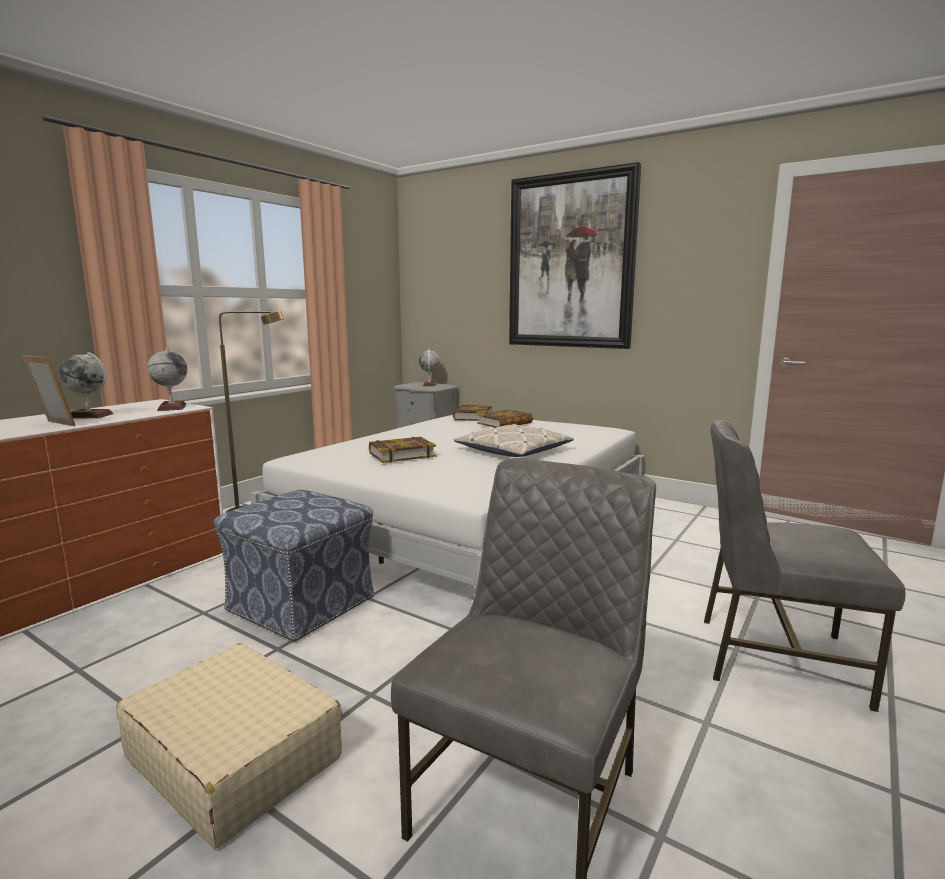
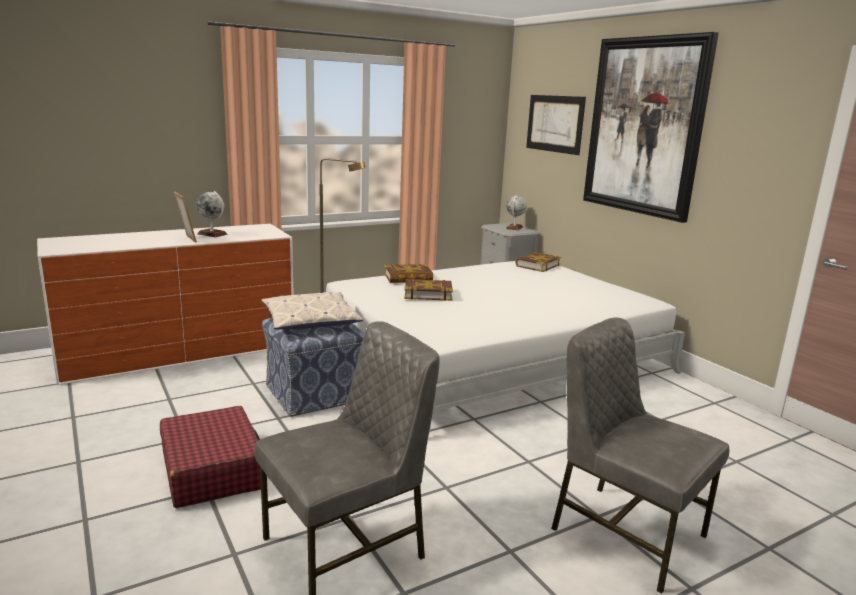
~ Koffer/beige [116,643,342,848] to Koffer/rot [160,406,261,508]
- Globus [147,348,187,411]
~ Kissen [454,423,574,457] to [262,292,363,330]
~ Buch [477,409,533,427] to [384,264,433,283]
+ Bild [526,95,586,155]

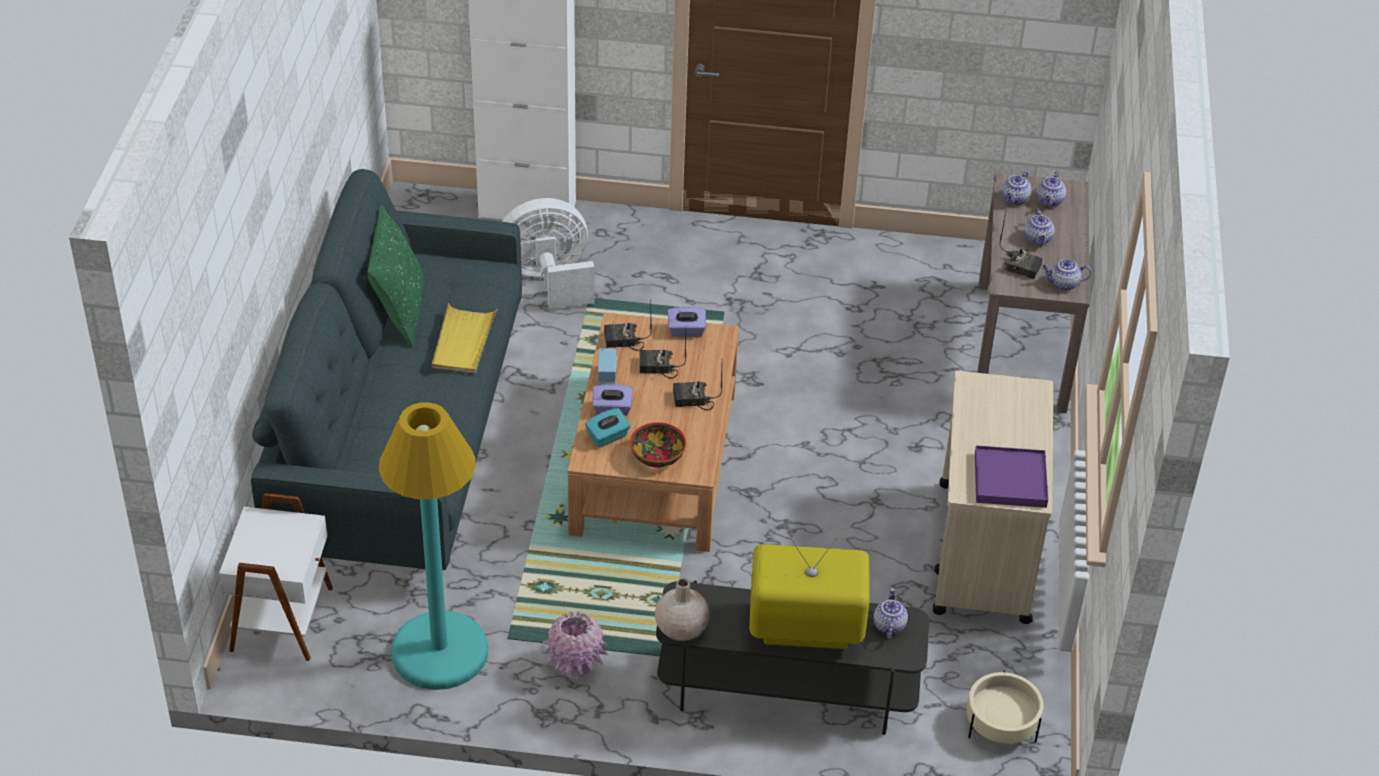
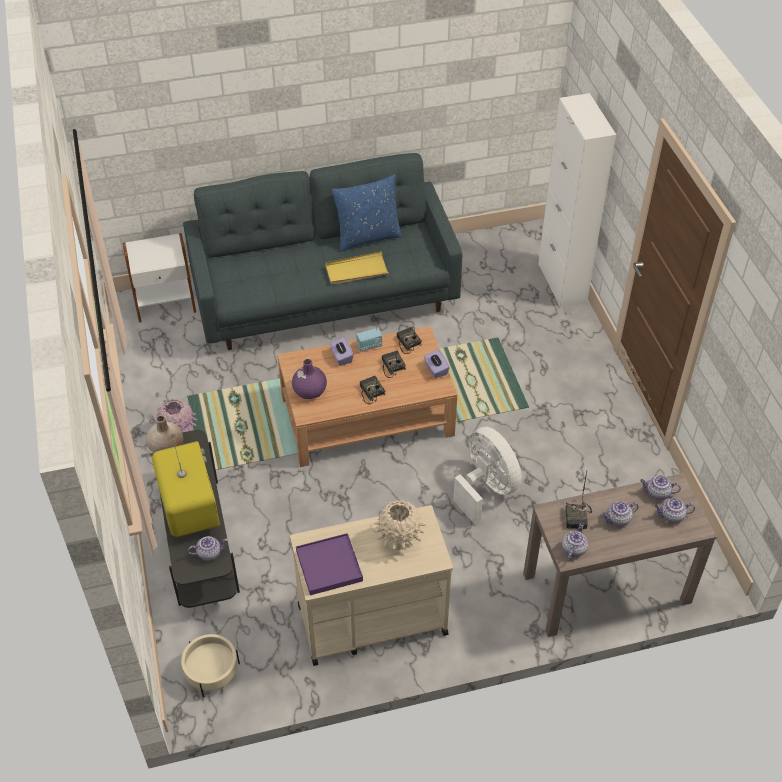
~ Kissen/grün [368,205,424,346] to Kissen/blau [332,174,403,252]
- Stehlampe/türkis [379,402,488,690]
~ Ventilator/weiß [502,198,595,309] to [453,427,522,524]
- Taschentuchbox/türkis [585,408,630,447]
~ Schüssel [630,422,686,468] to Vase/lila [292,359,327,399]
~ Teekanne [1042,259,1092,291] = [562,523,588,561] 45 degrees clockwise
+ Vase/beige [374,500,426,550]

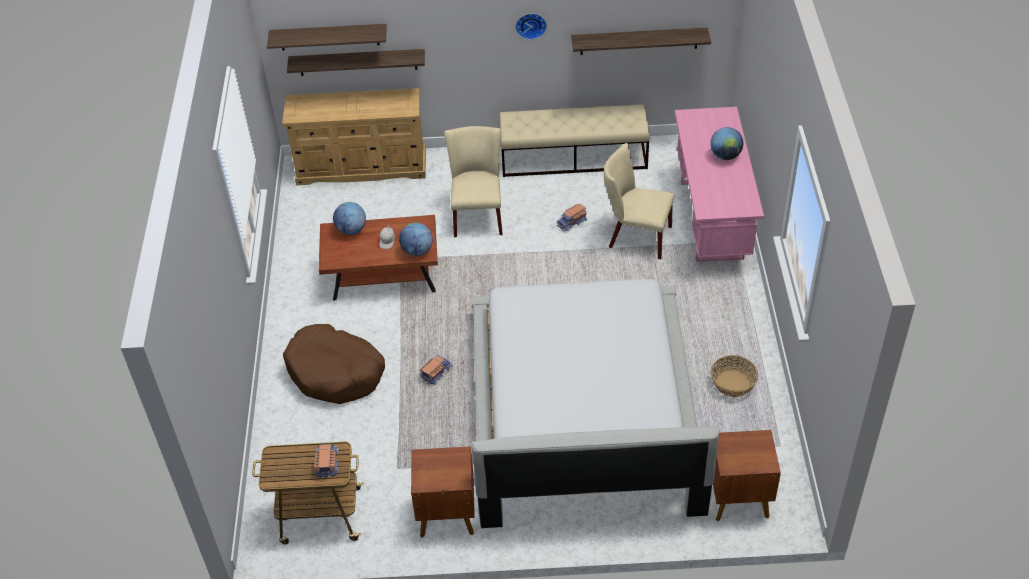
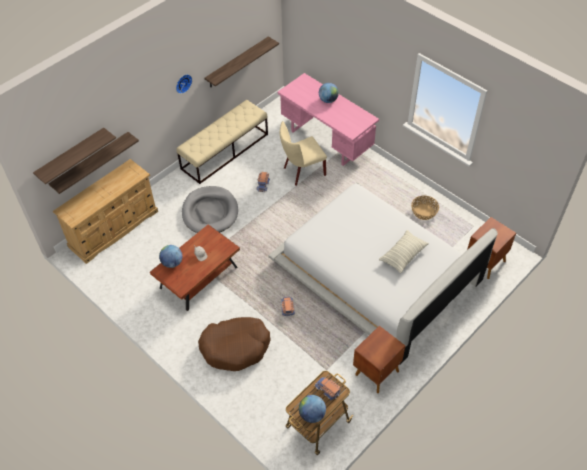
~ Globus [399,223,433,256] to [299,395,326,423]
~ Stuhl/beige [444,126,503,237] to Hundebett/grau [182,186,238,233]
+ Kissen [379,230,429,273]

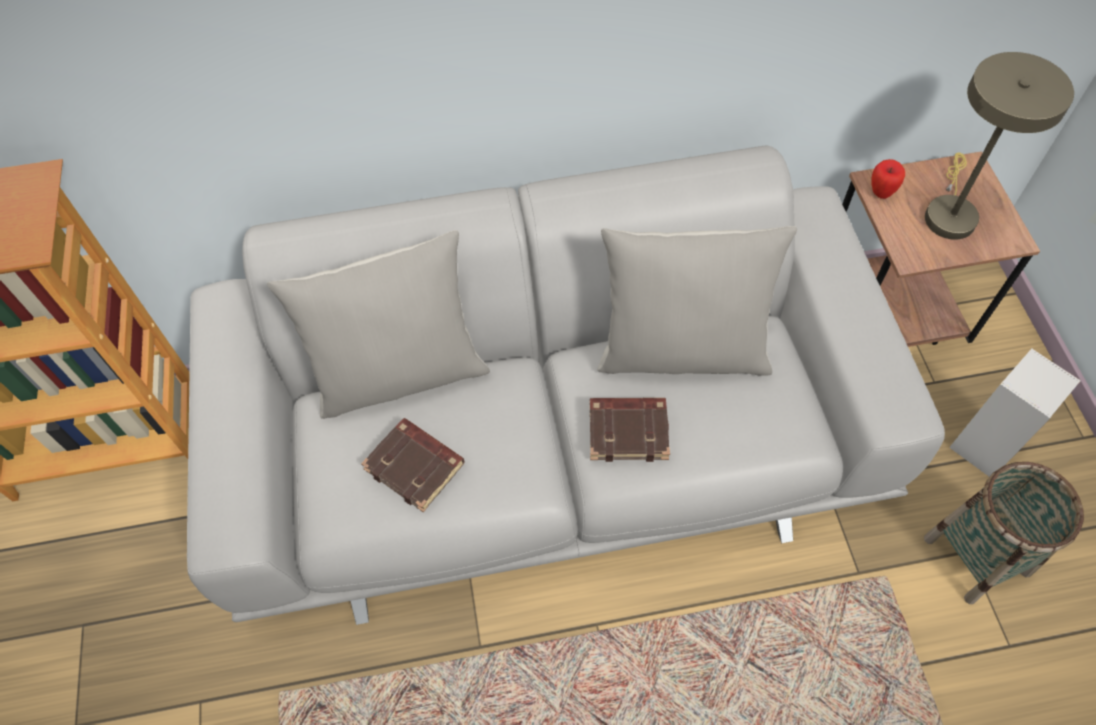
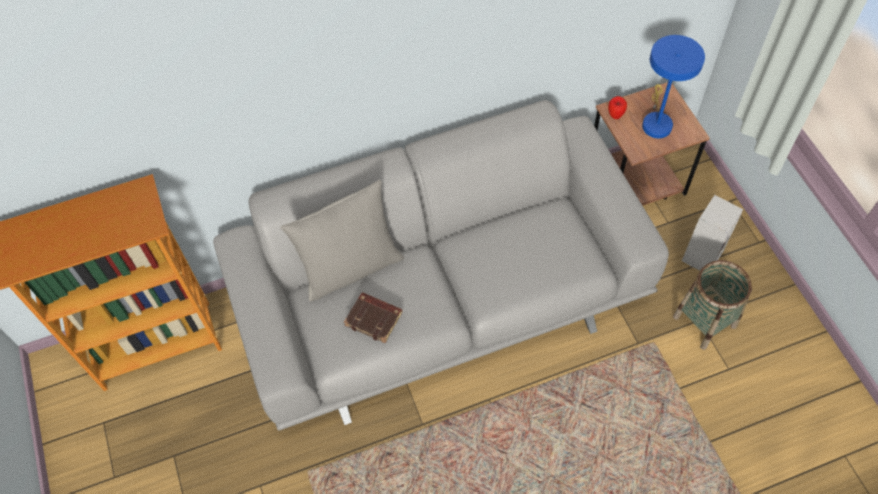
- Buch/braun [590,398,670,462]
- Kissen/grau [597,226,797,376]
~ Tischlampe/beige [925,52,1074,240] to Tischlampe/blau [642,35,705,138]

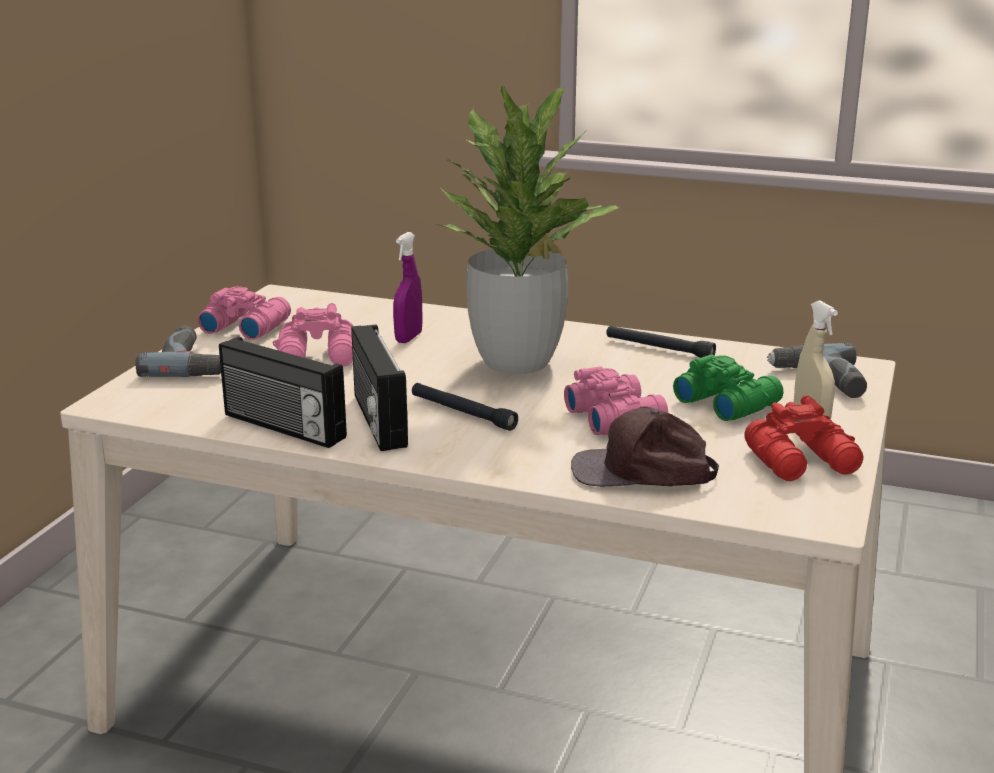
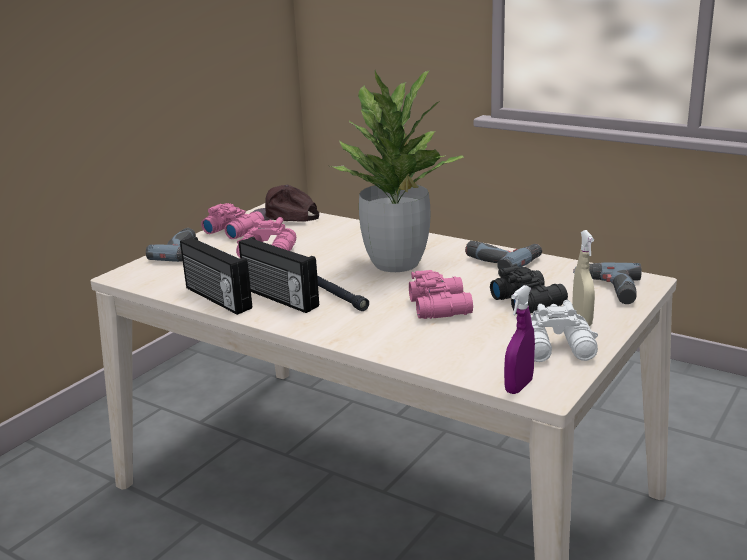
~ Radio [351,324,408,451] = [239,237,319,313] 45 degrees counterclockwise
~ Sprühflasche/lila [393,232,423,343] to [504,285,535,394]
~ Kappe/braun [571,406,719,487] to [253,184,319,222]
~ Taschenlampe/schwarz [606,326,716,358] to Bohrmaschine [465,241,542,270]
~ Fernglas/grün [673,354,784,421] to Fernglas/schwarz [490,266,568,314]
~ Fernglas/rot [744,395,863,481] to Fernglas/weiß [531,300,598,362]

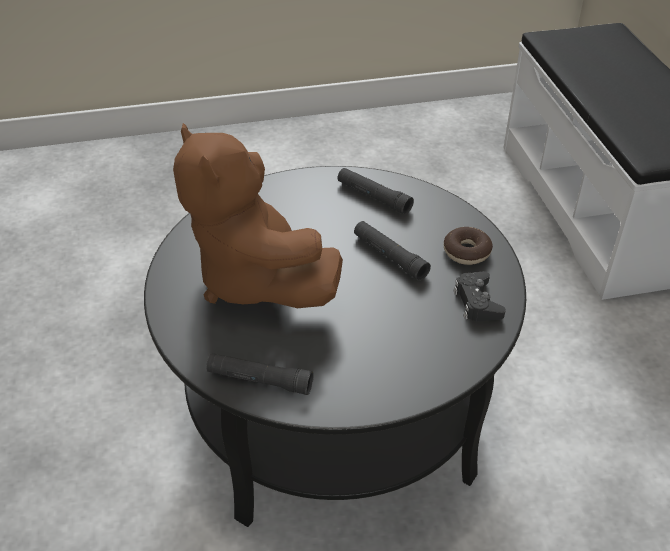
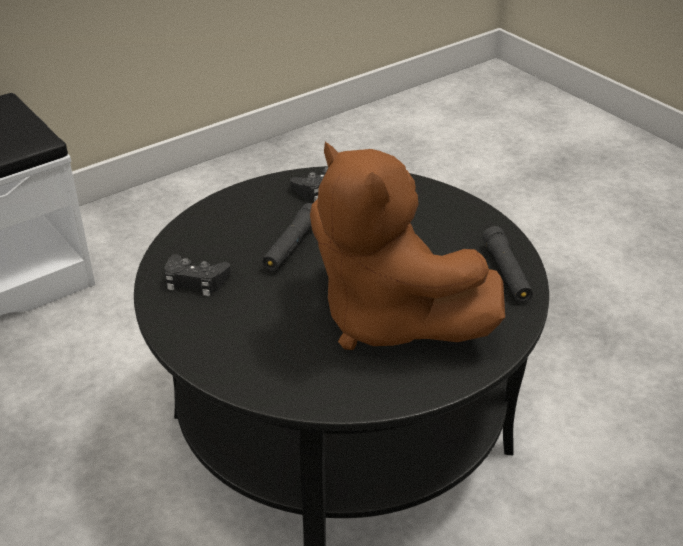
~ Plüschtier/braun [173,123,343,308] = [310,142,505,350] 105 degrees clockwise
~ Taschenlampe/schwarz [338,168,414,215] to Gamepad/schwarz [164,254,231,296]
- Donut [444,227,493,265]

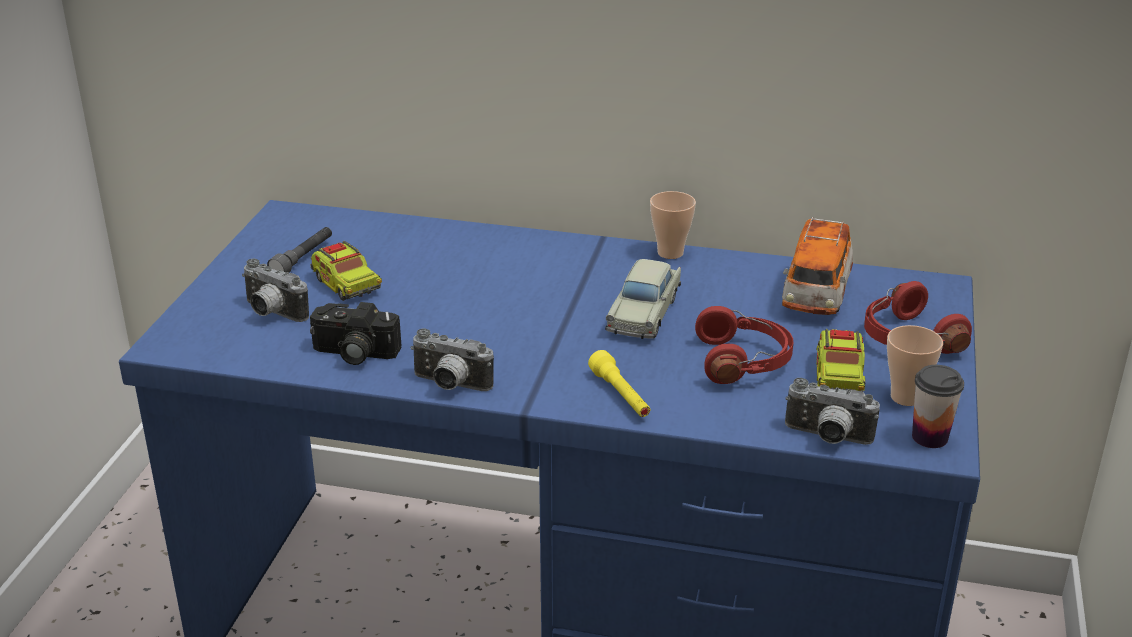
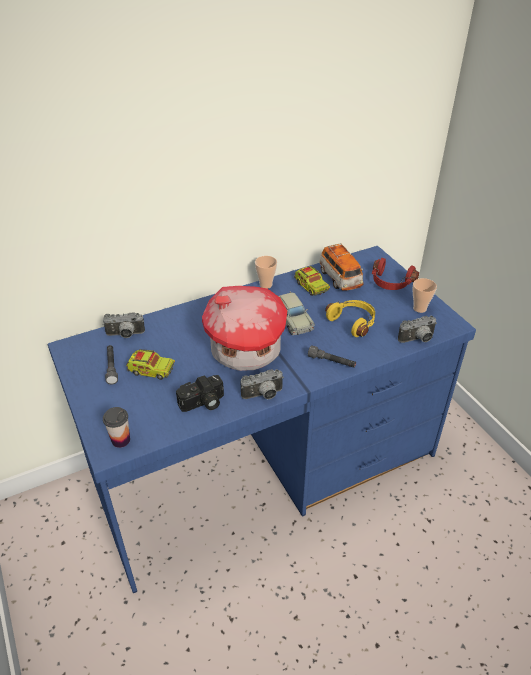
~ Kamera [242,258,309,322] to [103,312,145,338]
~ Taschenlampe/gelb [588,350,650,417] to Taschenlampe/grau [308,345,356,368]
~ Kopfhörer/rot [695,306,793,384] to Kopfhörer/gelb [325,300,375,337]
~ Spielzeuglaster [816,329,865,392] to [294,266,330,296]
~ Tasse [912,365,964,448] to [103,407,130,448]
+ Spielzeughaus [202,286,287,371]

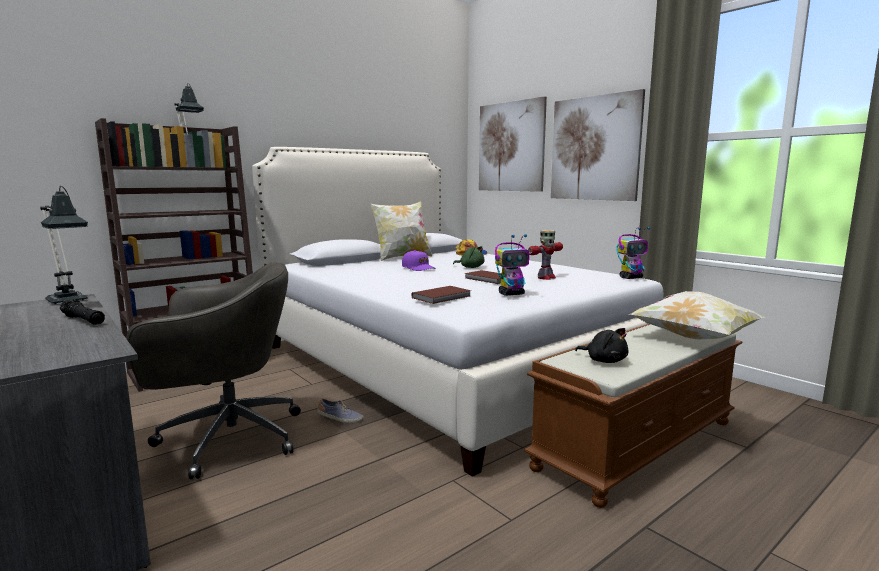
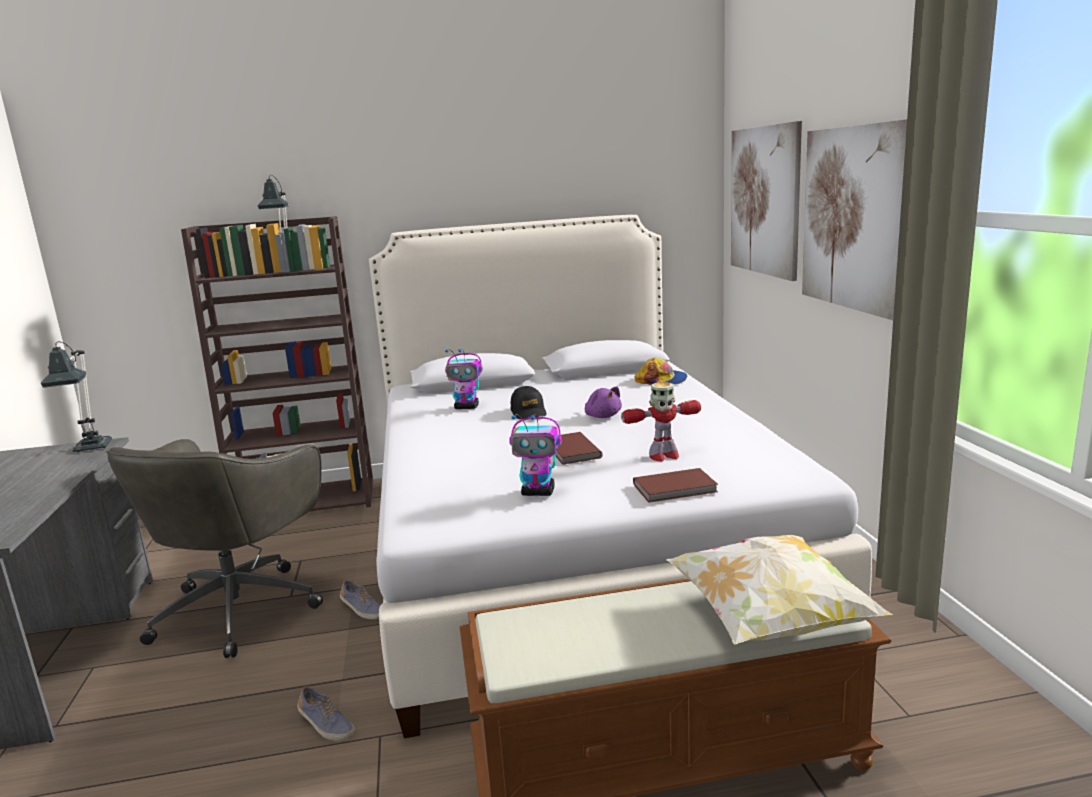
- Taschenlampe/schwarz [60,299,105,325]
~ Bürostuhl/grau [126,262,301,479] = [106,439,323,658] 90 degrees clockwise
- Kissen [370,201,432,261]
~ Kappe/lila [402,250,435,271] to Kappe/schwarz [510,386,547,419]
~ Buch/braun [411,286,471,304] to [633,468,718,503]
~ Plüschtier/grün [453,246,485,268] to Plüschtier/lila [585,386,622,418]
- Plüschtier/schwarz [575,328,629,363]
~ Spielzeugroboter [616,227,650,279] to [445,349,483,409]
+ Schuh [297,686,355,741]

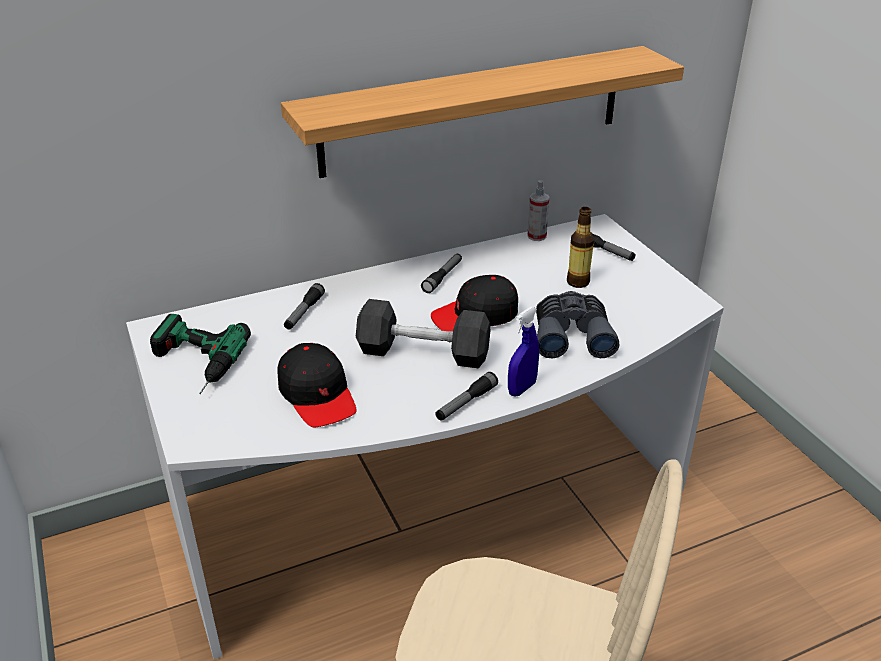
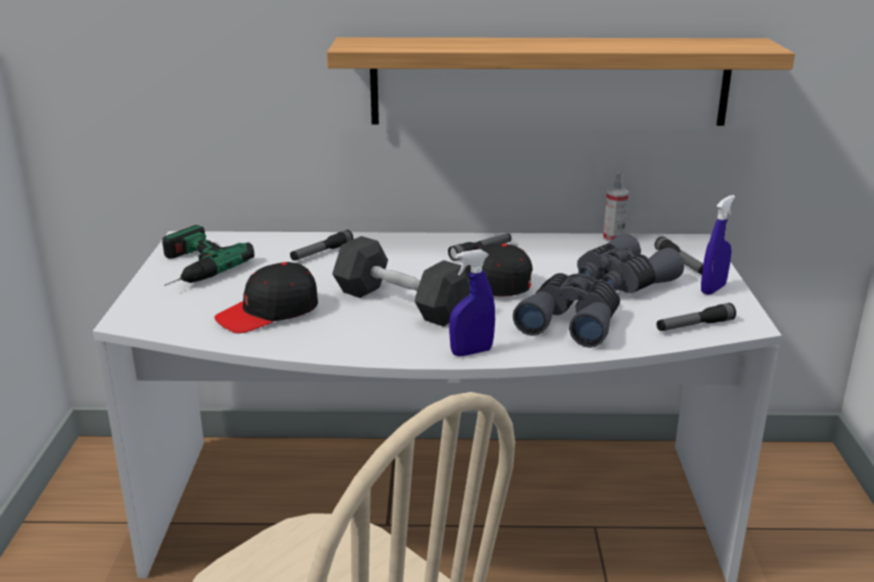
~ Kappe/schwarz [277,343,356,427] = [214,262,318,333] 60 degrees clockwise
~ Taschenlampe [435,372,498,421] to [657,303,736,331]
~ Flasche [567,207,594,288] to Fernglas/grau [577,234,684,293]
+ Sprühflasche/blau [701,195,735,295]

